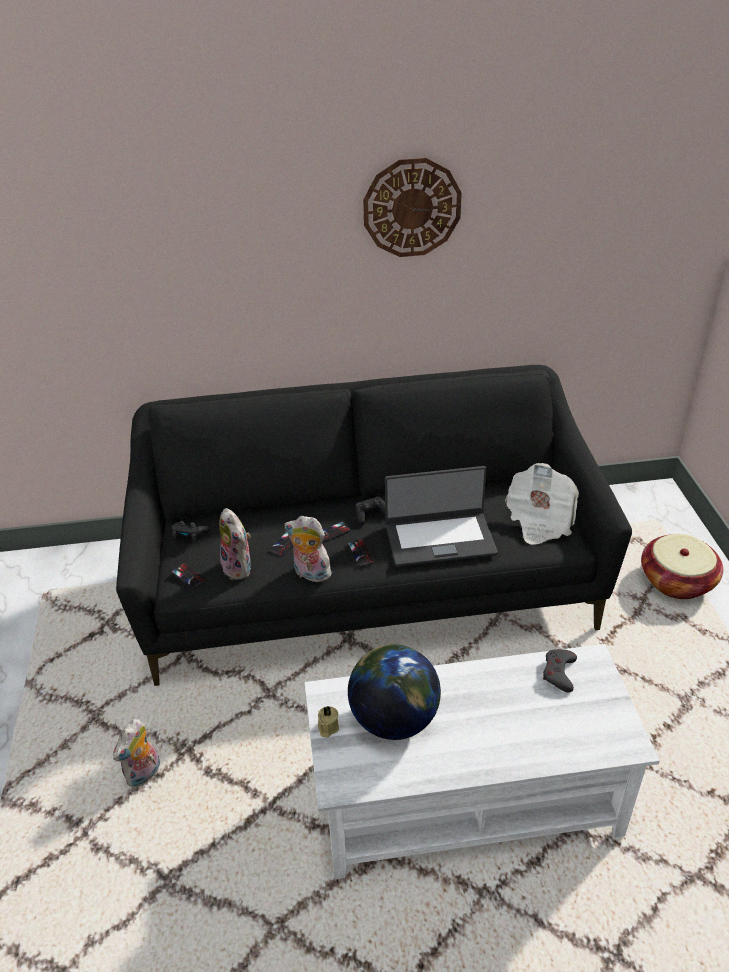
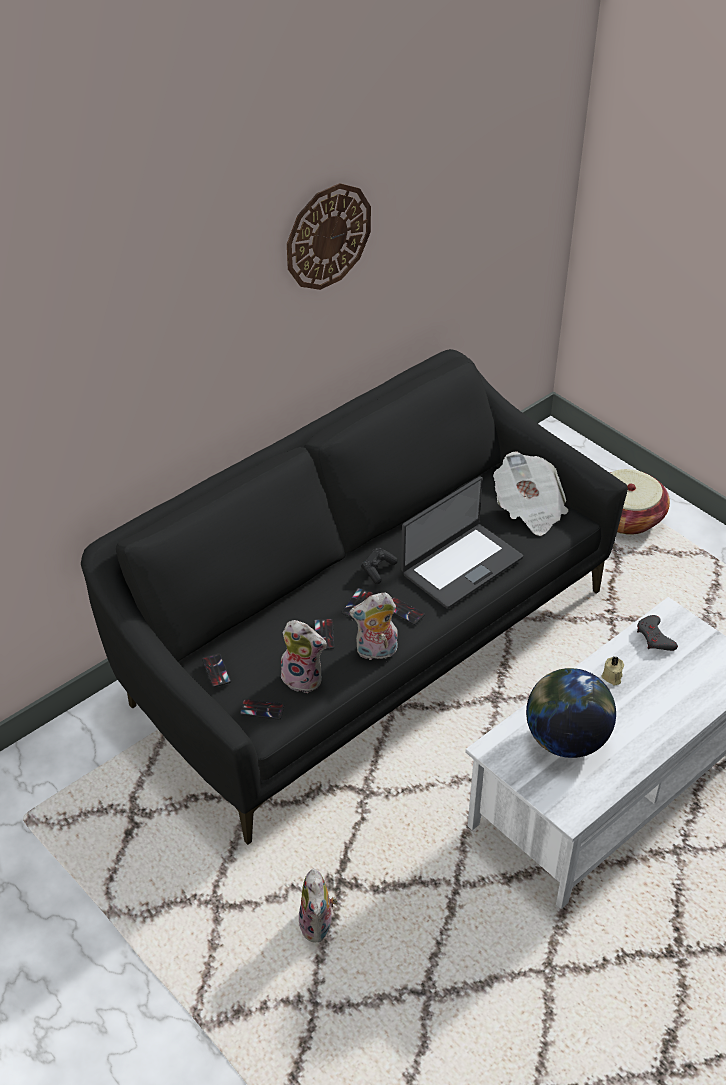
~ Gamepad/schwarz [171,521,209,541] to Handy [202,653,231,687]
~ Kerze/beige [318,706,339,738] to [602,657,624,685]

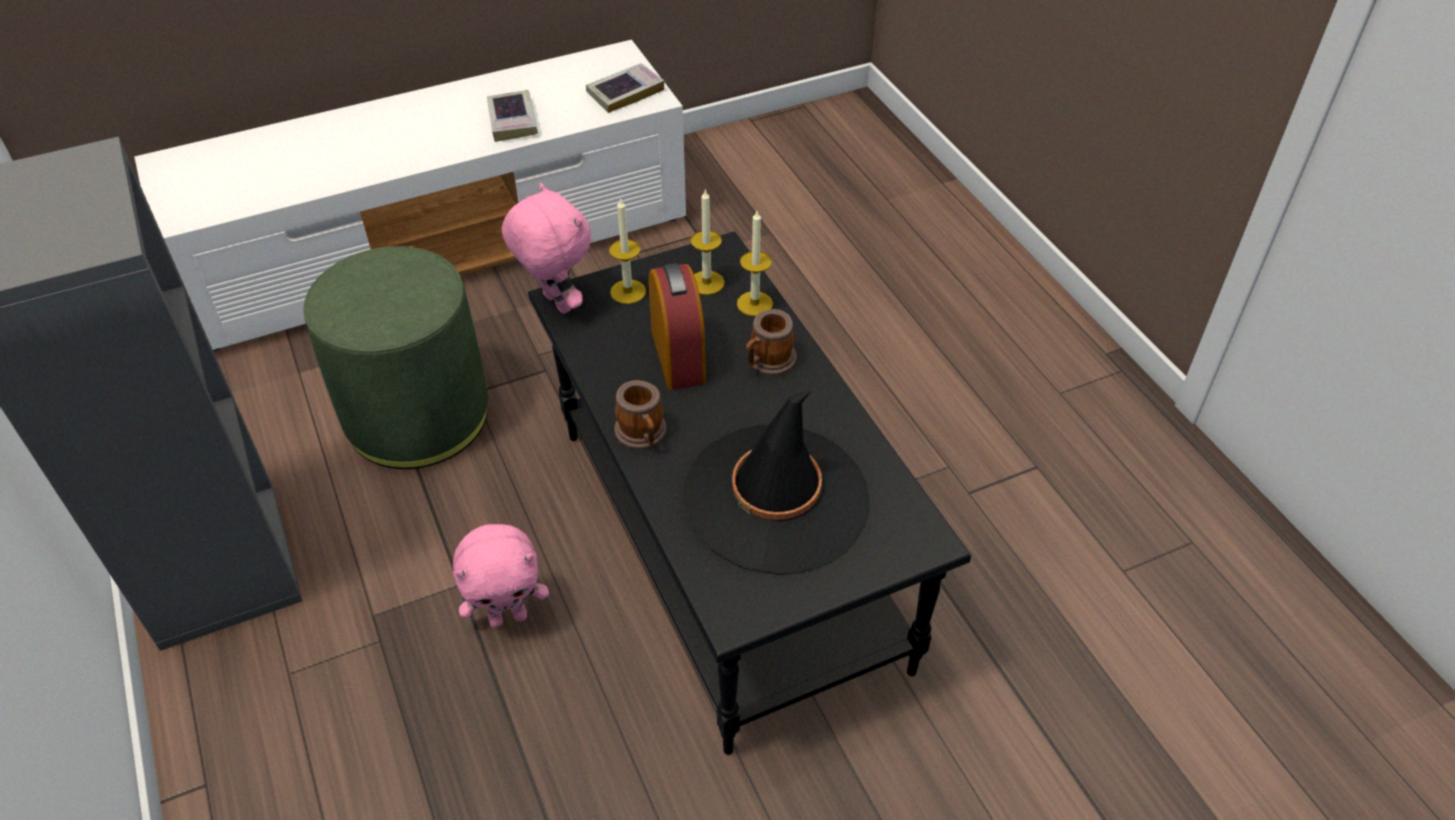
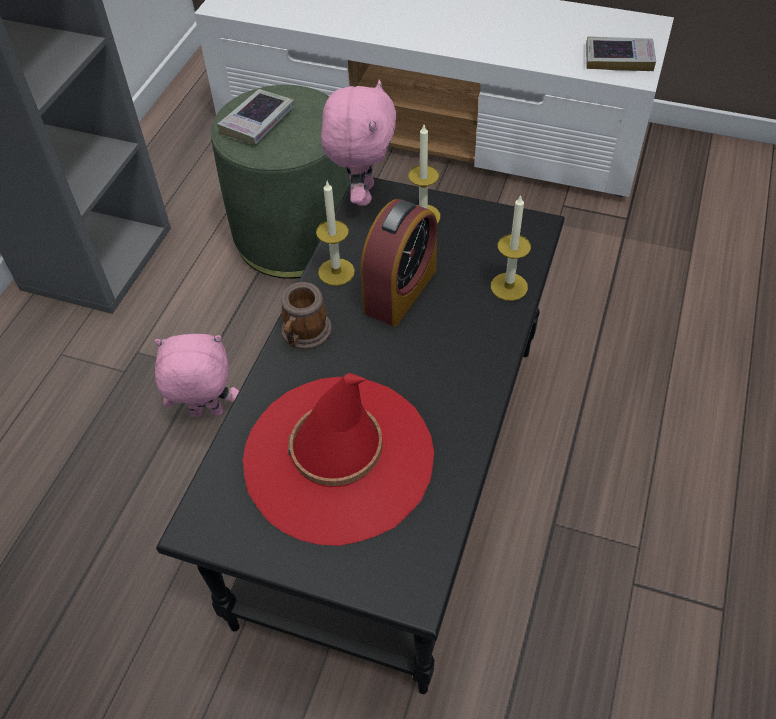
~ Plüschtier/rosa [453,524,549,628] = [154,334,239,417] 150 degrees clockwise
~ Buch [487,90,538,142] to [217,89,295,145]
~ Hut/schwarz [683,389,870,575] to Hut/rot [243,373,434,546]
~ Kerze [690,189,725,295] to [316,181,355,286]
- Henkelbecher [746,309,797,376]

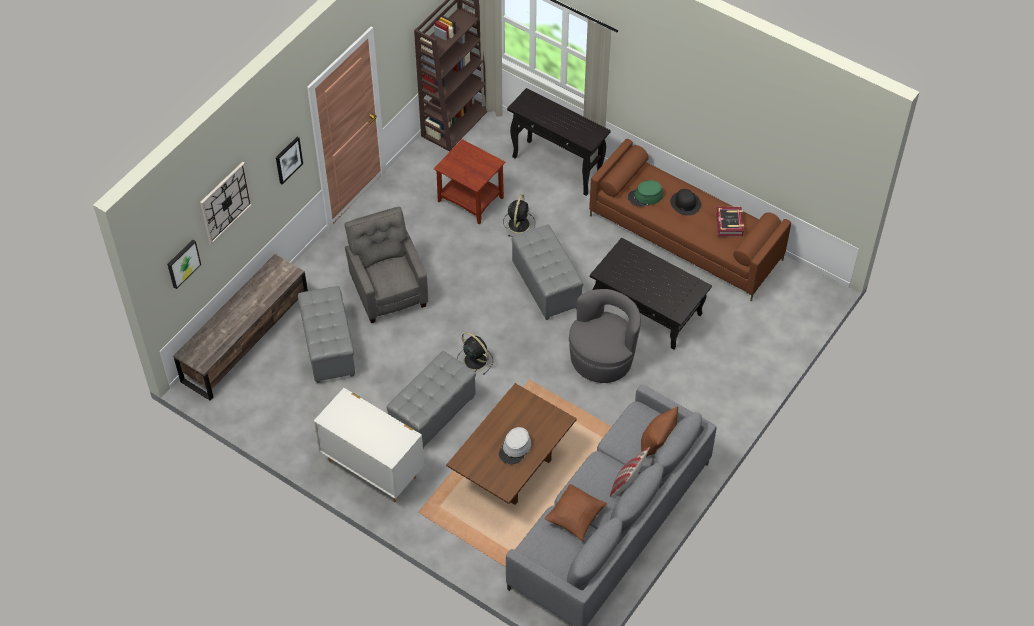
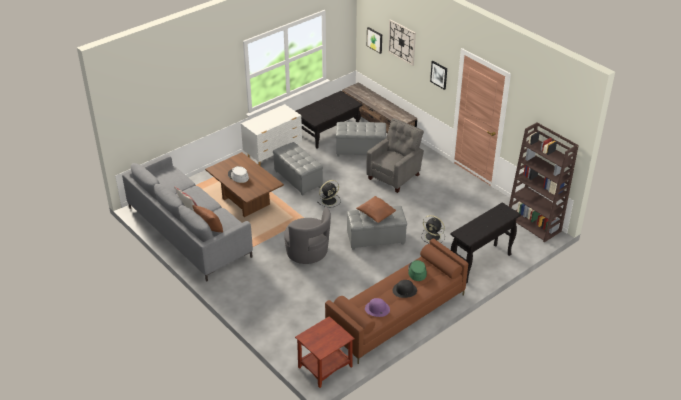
~ Sessel/grau [344,207,428,323] = [366,118,424,193] 45 degrees counterclockwise
~ Beistelltisch/braun [434,139,505,224] to [295,316,355,388]
~ Kissen/braun [545,484,607,541] to [356,196,396,223]
~ Couchtisch/schwarz [590,238,712,350] to [296,91,363,149]
~ Buch [716,207,744,236] to Hut/lila [365,298,390,317]

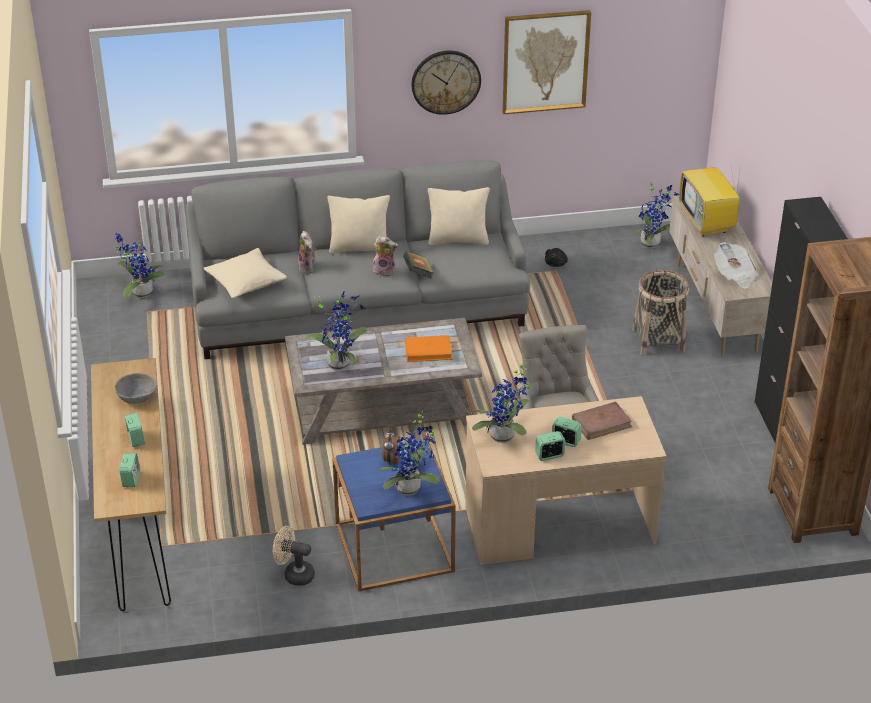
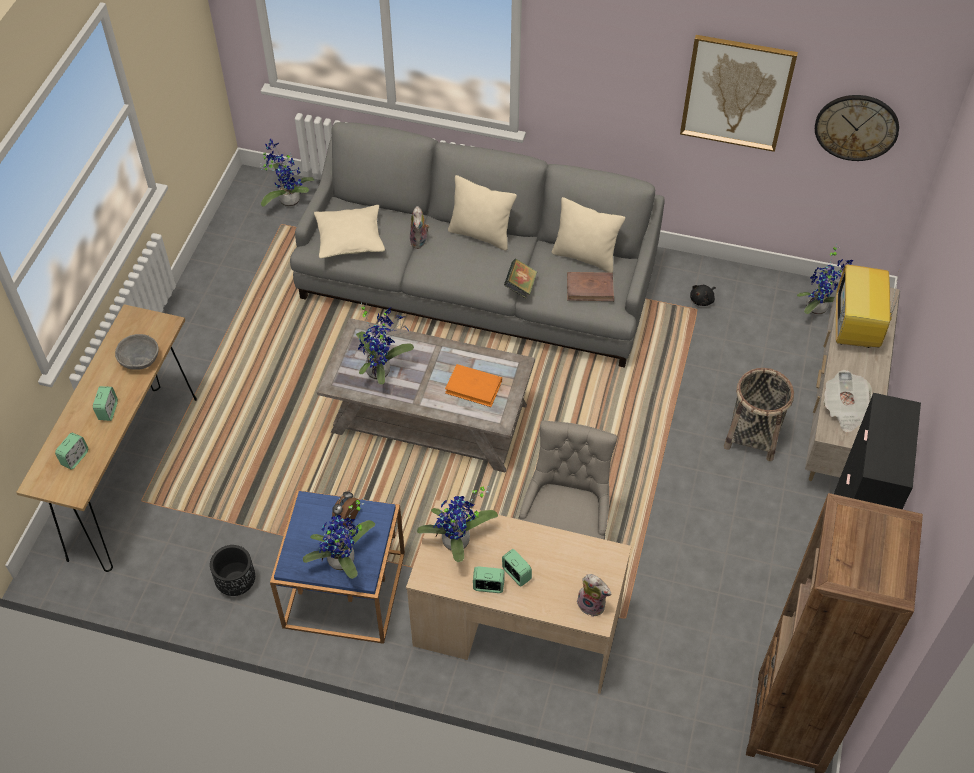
~ Ventilator/beige [273,526,315,586] to Pflanzkübel/schwarz [210,545,255,596]
~ Plüschtier [372,236,398,277] to [577,574,611,617]
~ Wanduhr [411,51,481,115] to [815,95,899,161]
~ Buch/braun [572,401,632,440] to [567,272,614,301]

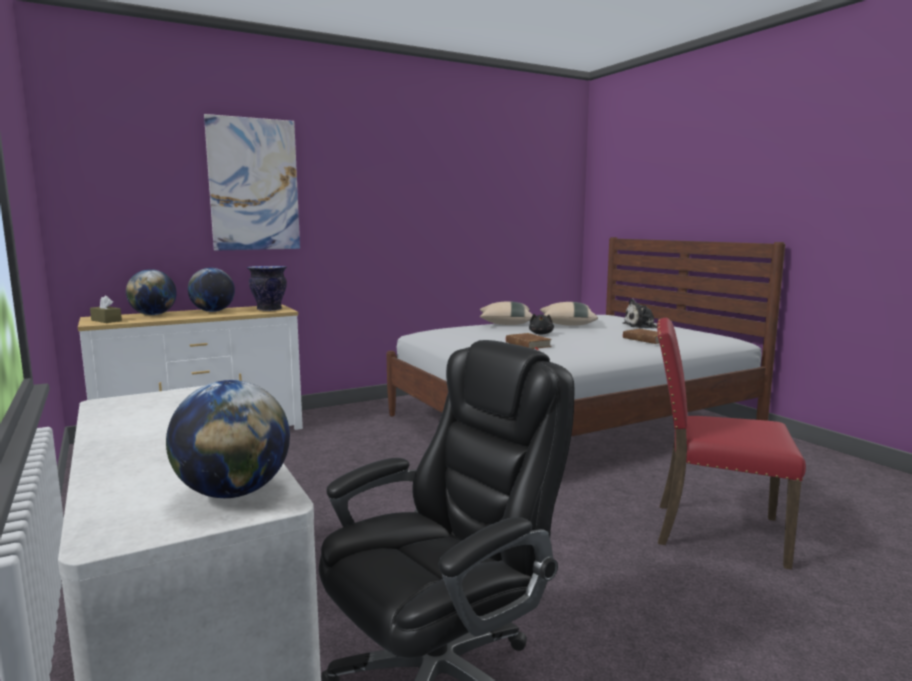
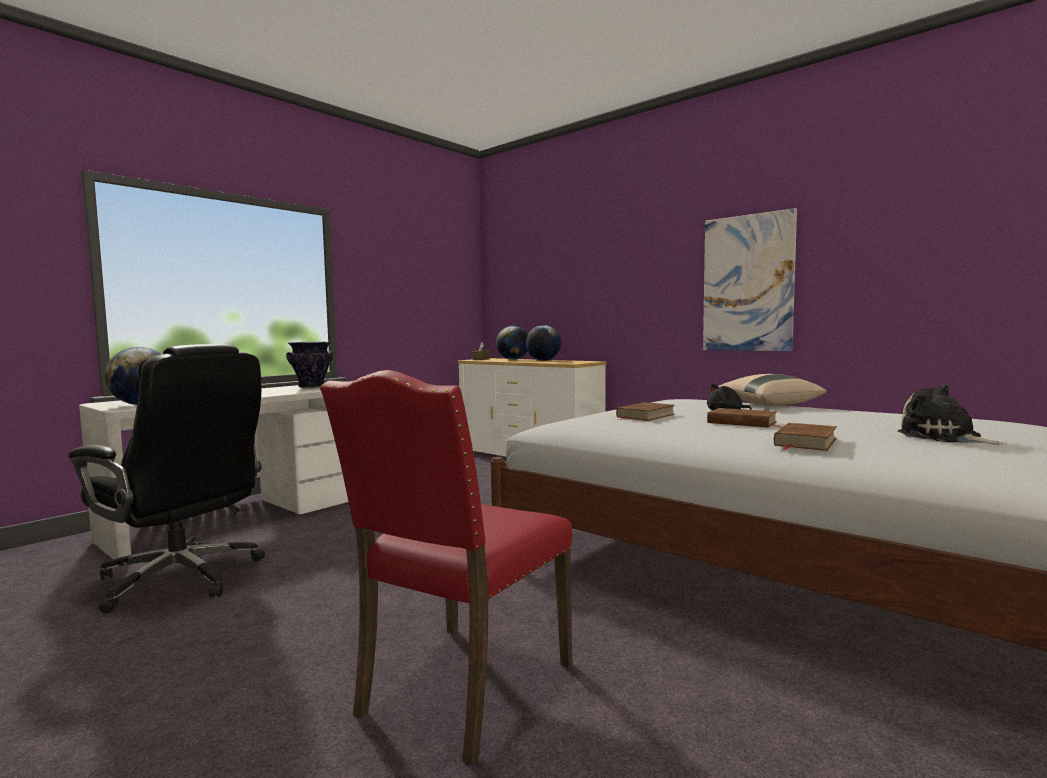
~ Bild [204,114,300,251] to [703,208,797,351]
~ Vase [246,266,287,311] to [286,342,333,388]
- Kissen/beige [540,302,598,326]
~ Stuhl/rot [657,318,806,570] = [320,370,573,765] 150 degrees counterclockwise
+ Buch/braun [707,408,780,428]

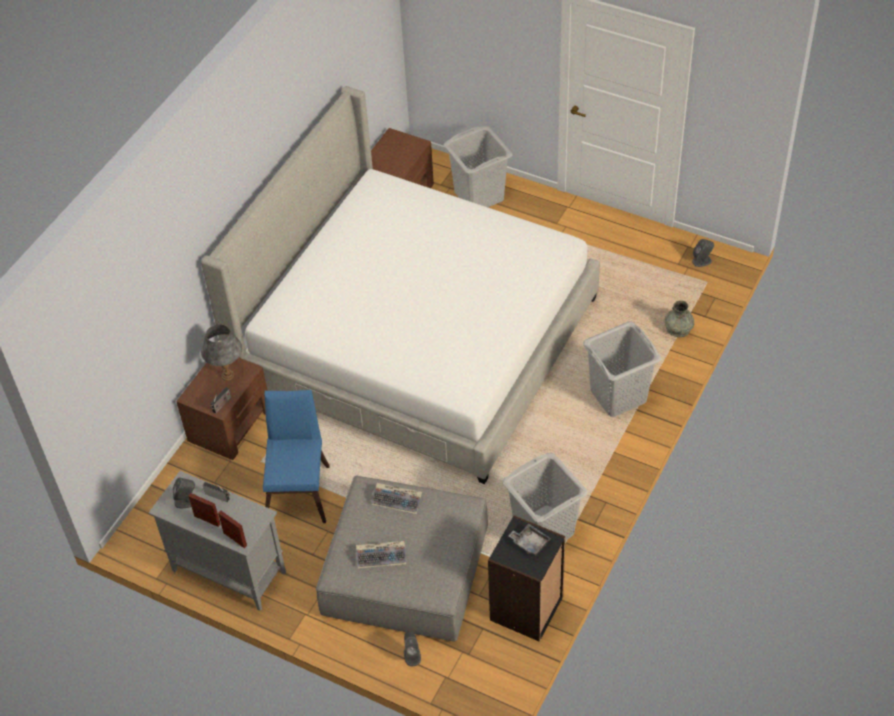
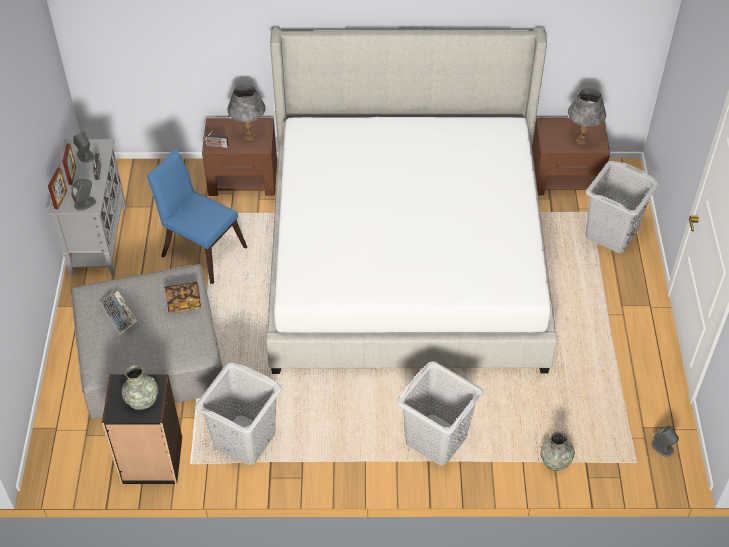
~ Stuhl/blau [263,390,330,523] = [147,149,247,284] 120 degrees counterclockwise
~ Tastatur [371,483,422,514] to Buch [165,282,201,312]
~ Lautsprecher/grau [404,631,421,666] to [71,179,96,211]
~ Tablett/grau [508,523,551,556] to Vase/grau [122,365,159,410]
+ Tischlampe/grau [568,88,606,145]

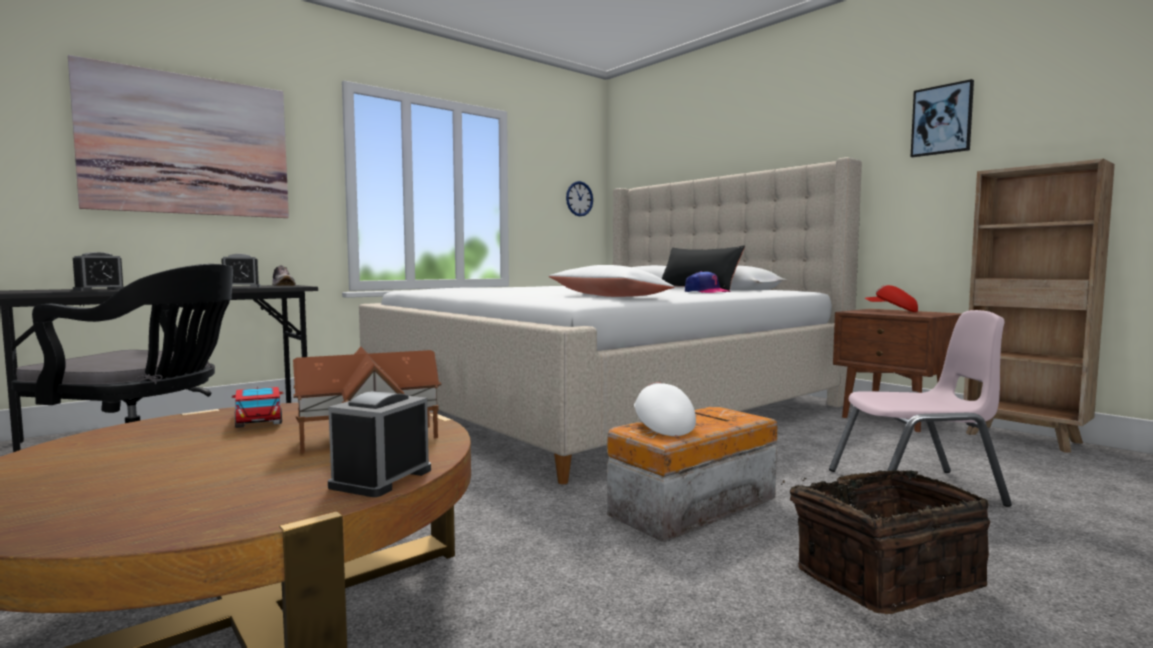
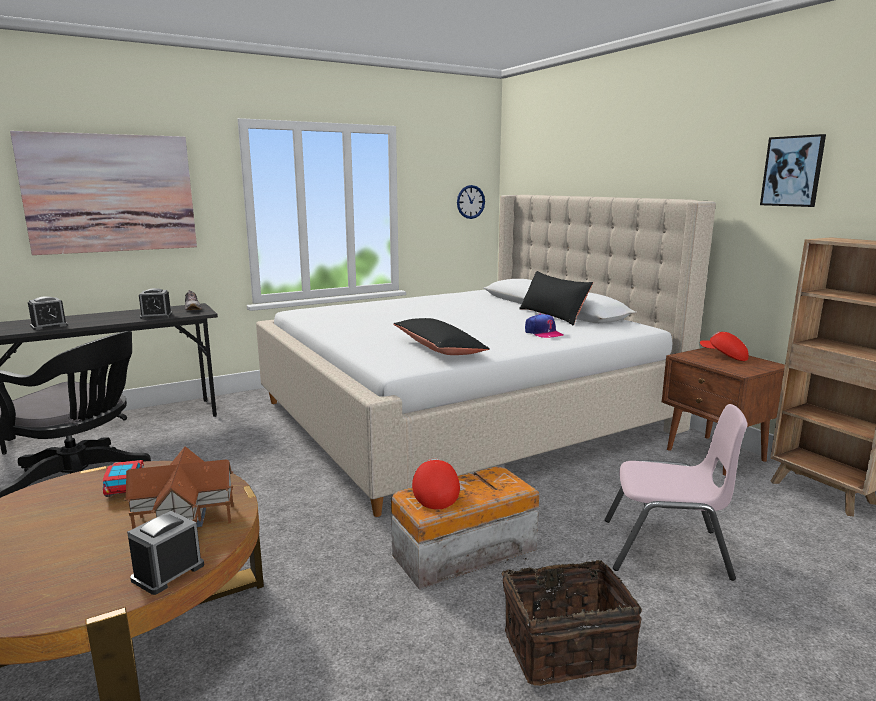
~ Kissen/weiß [548,265,675,297] to Kissen/schwarz [393,318,490,355]
~ Kappe/weiß [634,382,696,436] to Kappe/rot [412,459,460,509]

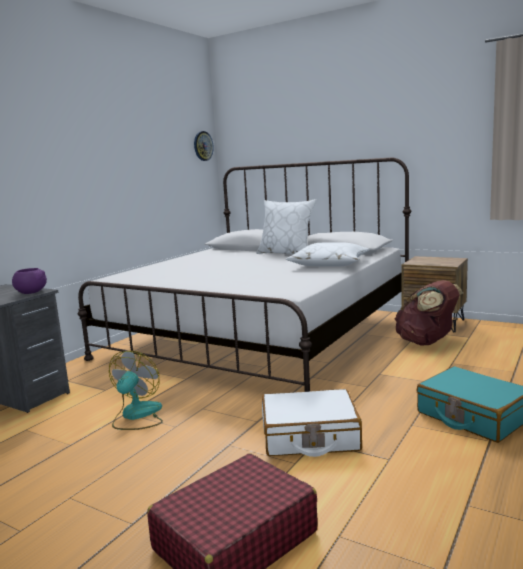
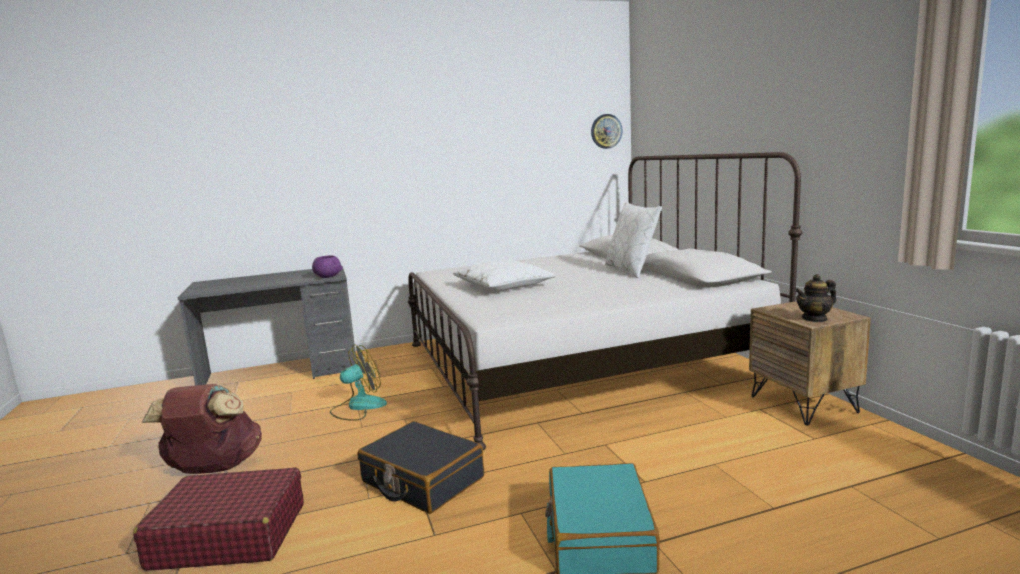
~ Koffer/weiß [262,389,362,457] to Koffer/schwarz [358,421,484,514]
~ Kissen/weiß [286,242,370,267] to [453,260,557,291]
~ Rucksack/braun [395,280,463,345] to [142,384,262,474]
+ Teekanne [795,274,836,322]

